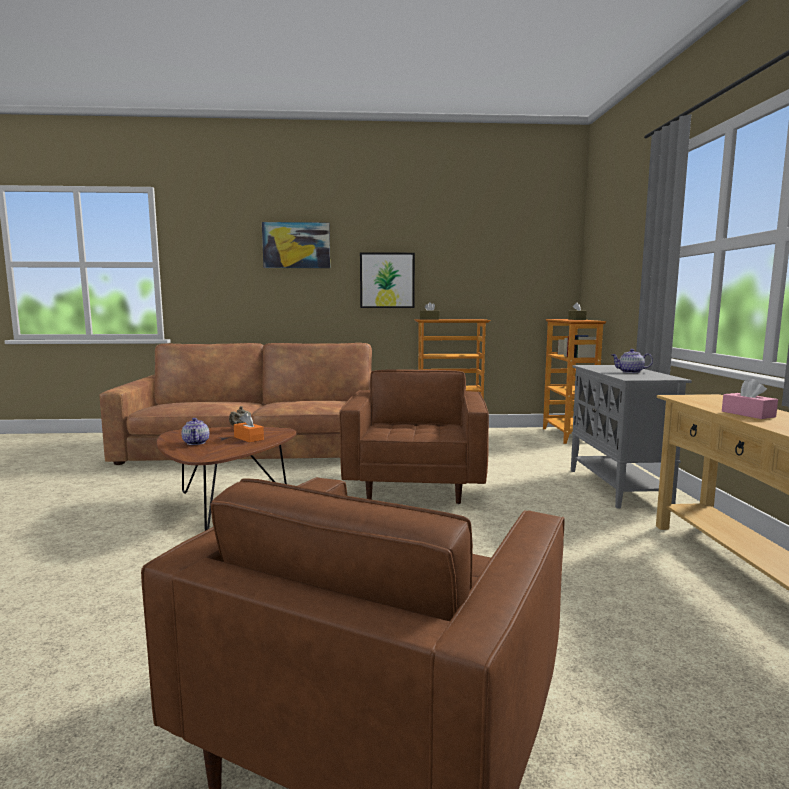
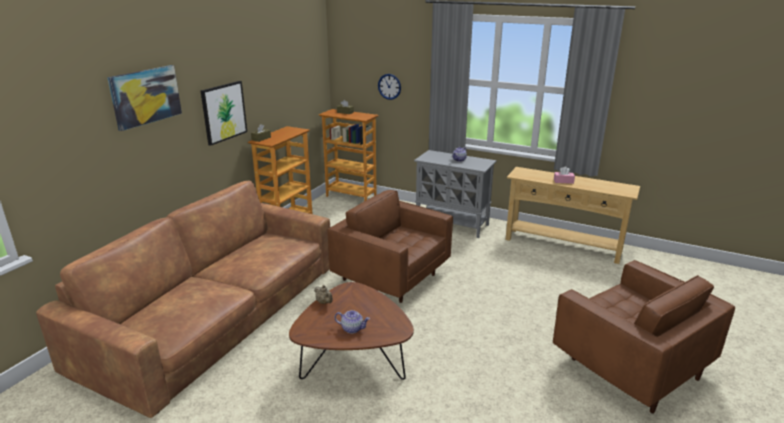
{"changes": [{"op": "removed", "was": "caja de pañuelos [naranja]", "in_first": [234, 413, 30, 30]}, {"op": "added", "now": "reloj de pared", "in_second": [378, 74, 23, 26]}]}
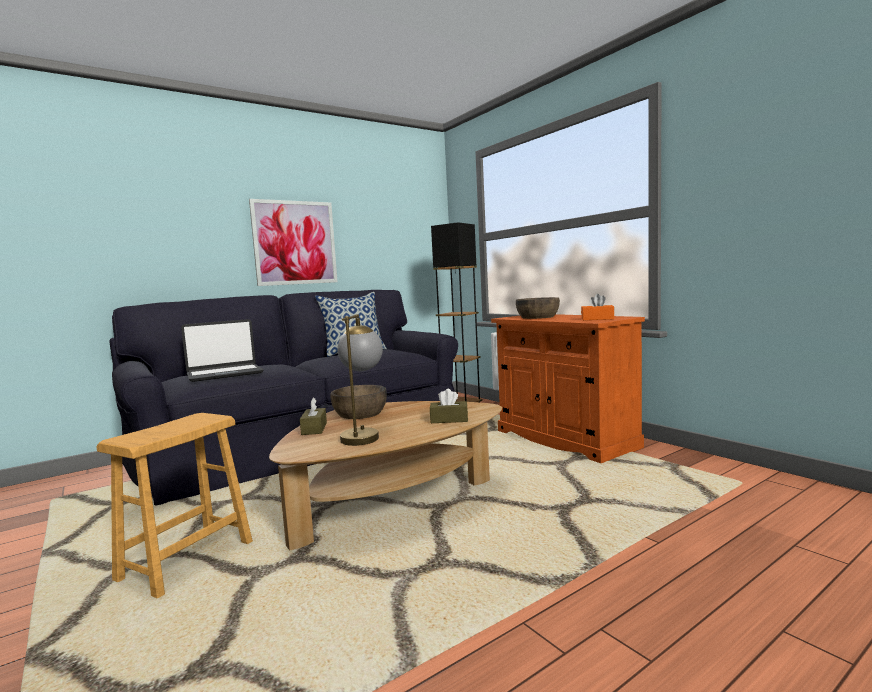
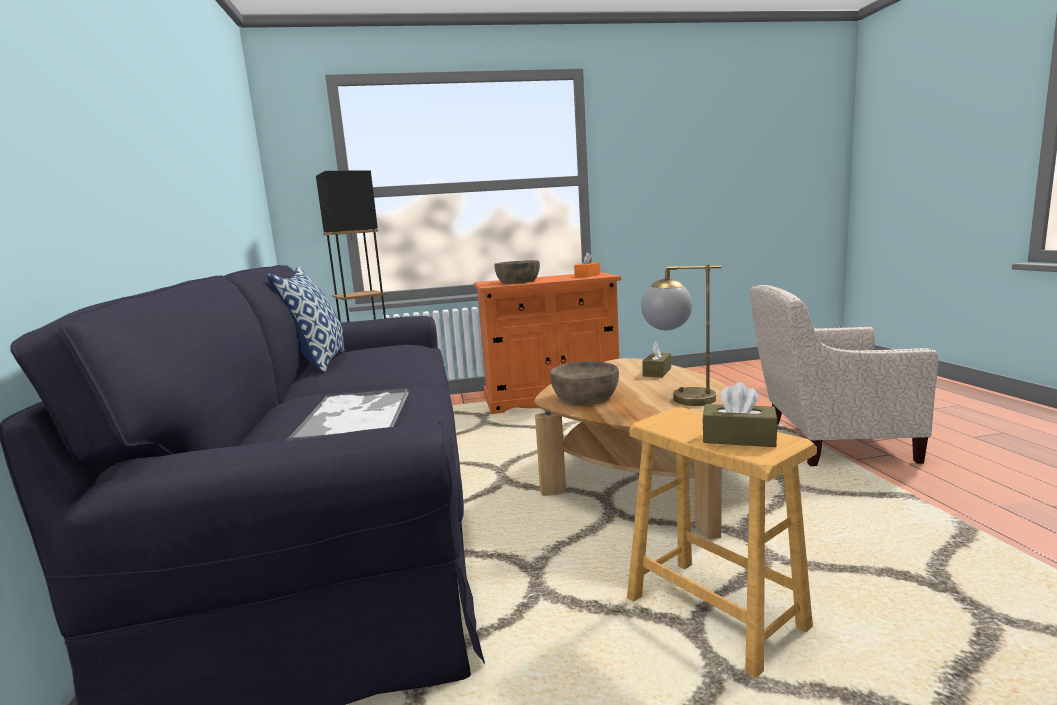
{"changes": [{"op": "removed", "was": "cuadro", "in_first": [249, 199, 89, 87]}, {"op": "added", "now": "sillón [beis]", "in_second": [750, 285, 188, 181]}, {"op": "moved", "was": "caja de pañuelos [marrón]", "in_first": [300, 397, 27, 38], "in_second": [702, 382, 76, 65]}, {"op": "replaced", "was": "portátil", "now": "bandeja", "in_first": [181, 319, 83, 63], "in_second": [286, 388, 123, 53]}]}
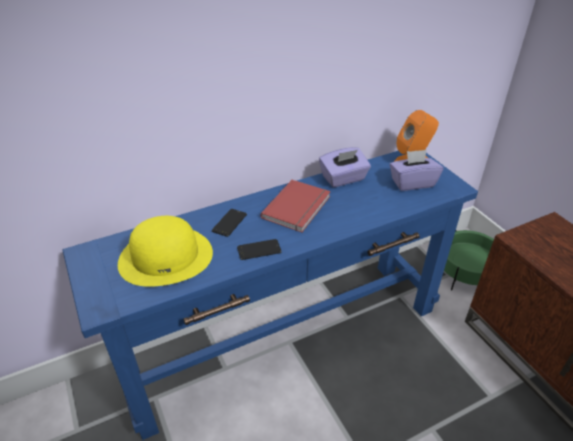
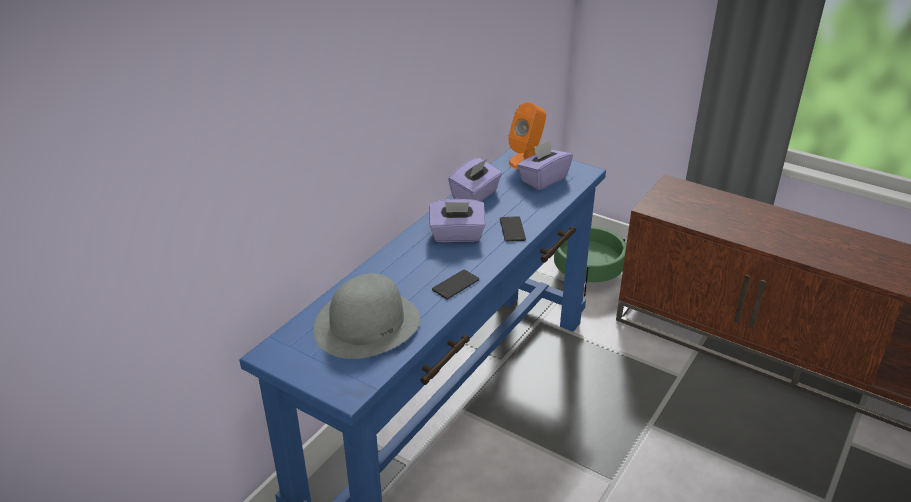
{"changes": [{"op": "moved", "was": "móvil", "in_first": [212, 209, 35, 28], "in_second": [500, 216, 26, 26]}, {"op": "replaced", "was": "libro [rojo]", "now": "caja de pañuelos [morado]", "in_first": [260, 180, 71, 52], "in_second": [429, 199, 56, 43]}, {"op": "recoloured", "was": "sombrero [amarillo]", "now": "sombrero [gris]", "in_first": [118, 216, 95, 71], "in_second": [313, 273, 107, 86]}]}
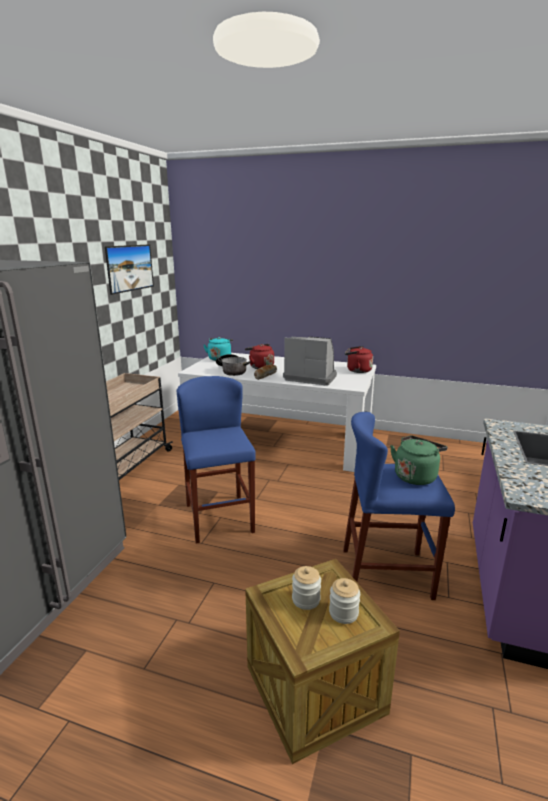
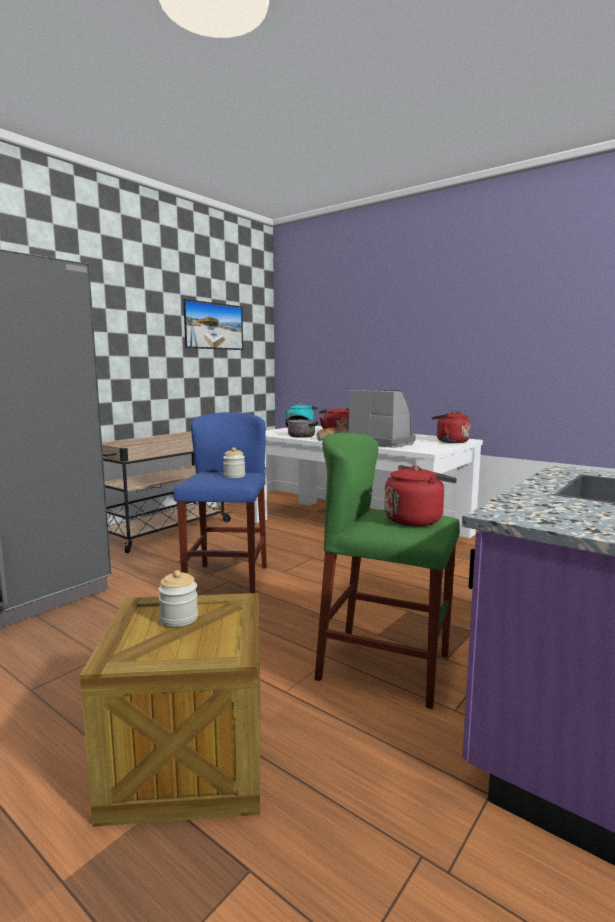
{"changes": [{"op": "moved", "was": "tarro", "in_first": [329, 578, 31, 46], "in_second": [223, 447, 22, 31]}, {"op": "recoloured", "was": "taburete [azul]", "now": "taburete [verde]", "in_first": [343, 412, 112, 188], "in_second": [314, 432, 146, 277]}, {"op": "recoloured", "was": "hervidor [verde]", "now": "hervidor [rojo]", "in_first": [390, 435, 57, 50], "in_second": [384, 465, 73, 61]}]}
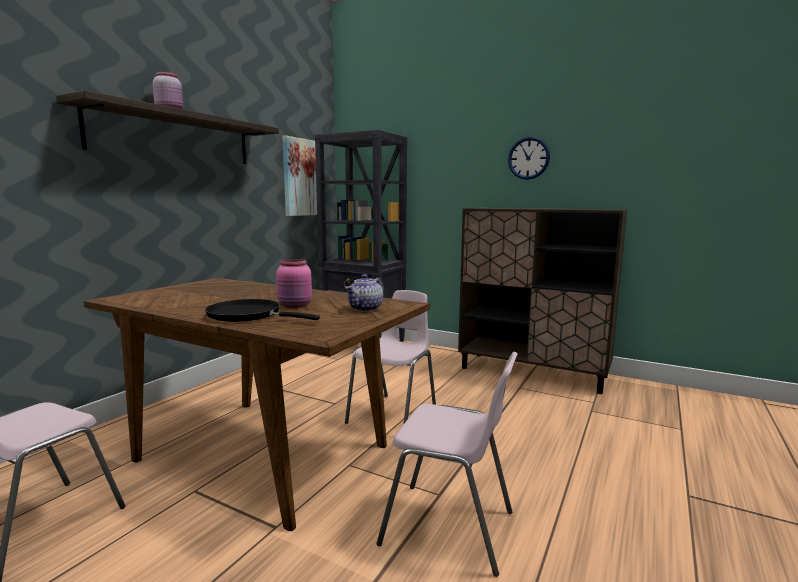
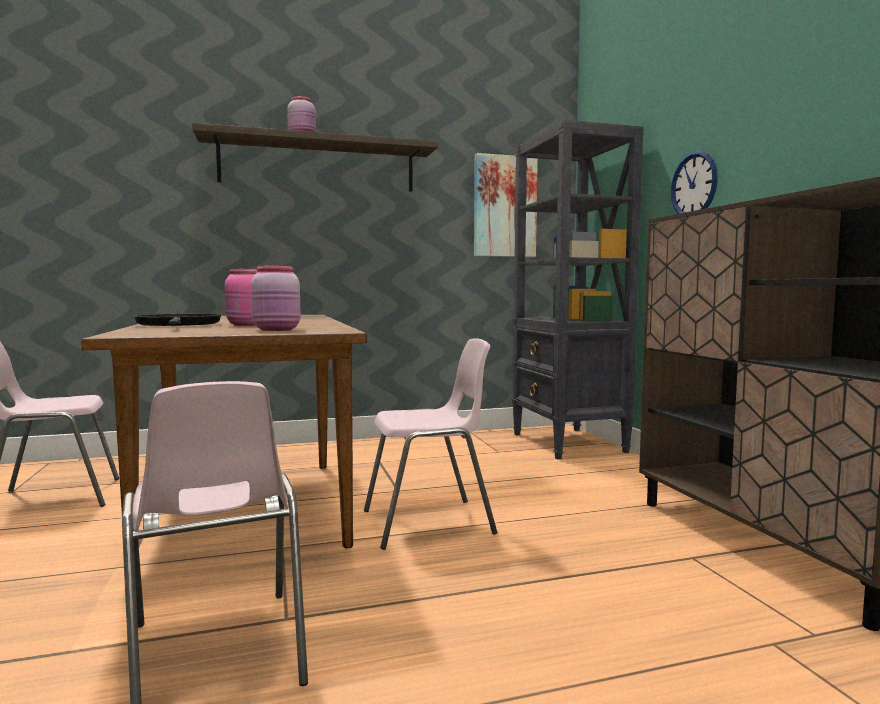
{"changes": [{"op": "moved", "was": "reloj de pared", "in_first": [508, 137, 42, 43], "in_second": [671, 151, 47, 63]}, {"op": "replaced", "was": "tetera", "now": "tarro [rosa]", "in_first": [345, 274, 39, 37], "in_second": [251, 266, 50, 65]}]}
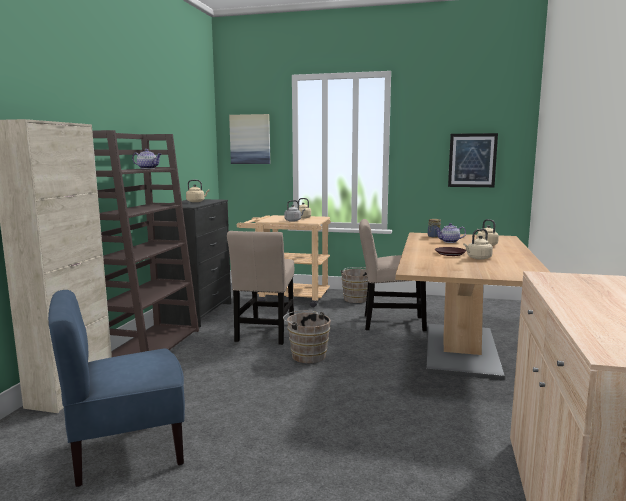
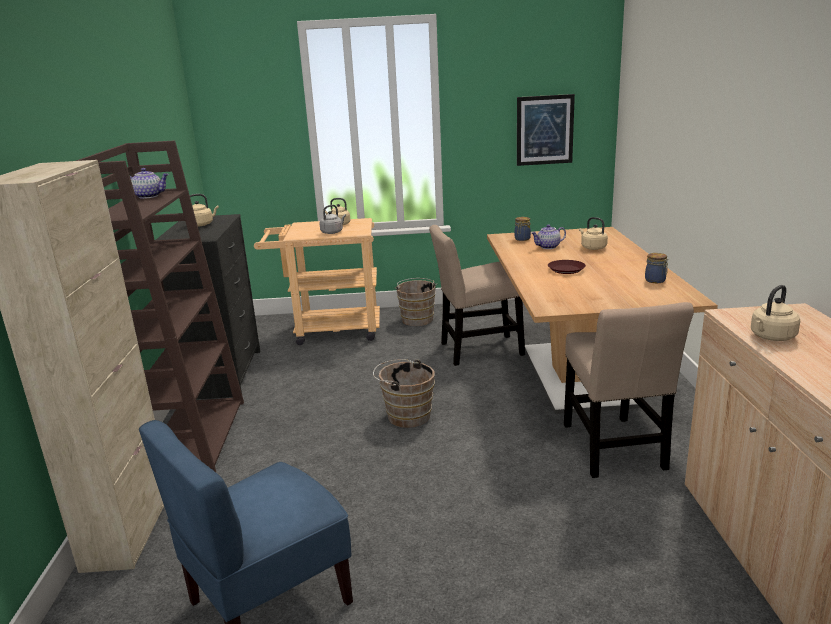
{"changes": [{"op": "removed", "was": "cuadro", "in_first": [229, 114, 41, 50]}, {"op": "added", "now": "tarro", "in_second": [645, 253, 23, 30]}, {"op": "moved", "was": "silla [beis]", "in_first": [227, 231, 67, 114], "in_second": [564, 302, 130, 176]}, {"op": "moved", "was": "hervidor [beis]", "in_first": [463, 229, 30, 31], "in_second": [751, 285, 49, 56]}]}
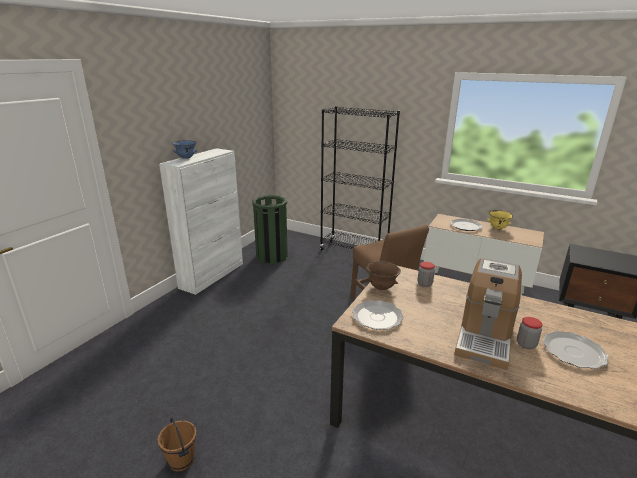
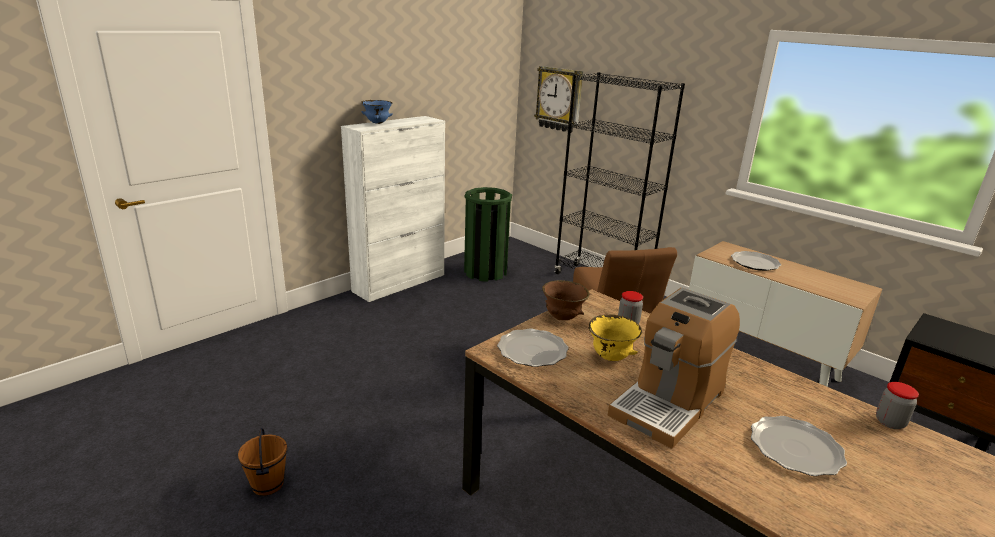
{"changes": [{"op": "added", "now": "reloj de pared", "in_second": [534, 66, 49, 67]}, {"op": "moved", "was": "cuenco [amarillo]", "in_first": [487, 210, 26, 19], "in_second": [589, 314, 53, 47]}, {"op": "moved", "was": "tarro", "in_first": [517, 317, 26, 32], "in_second": [876, 382, 43, 47]}]}
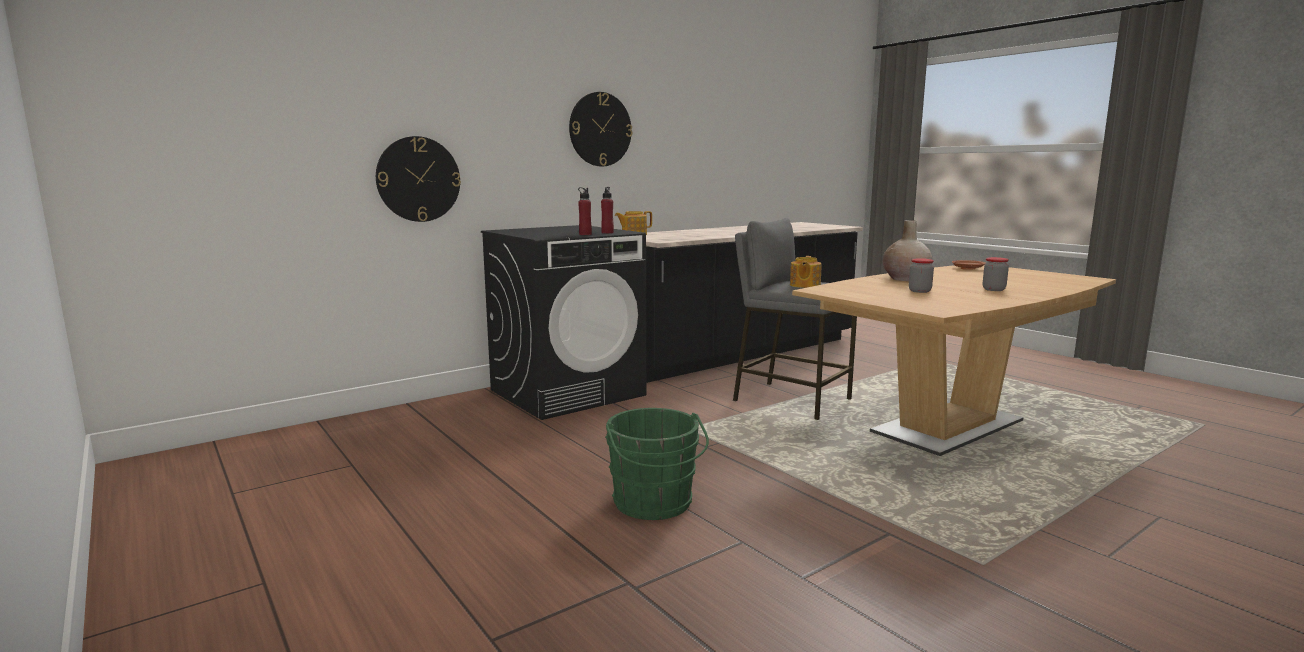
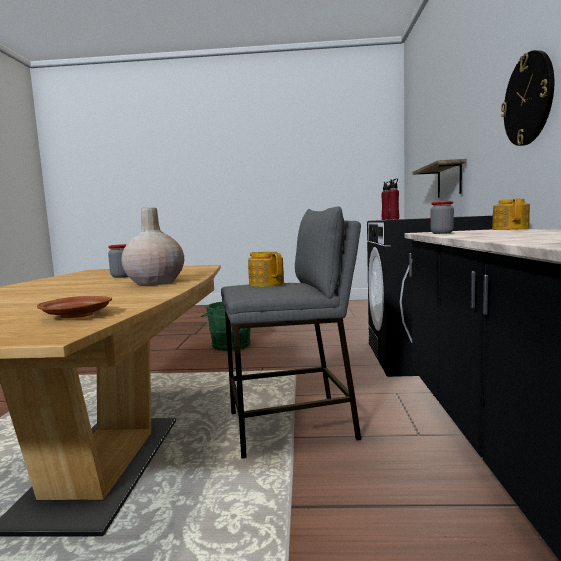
{"changes": [{"op": "moved", "was": "tarro", "in_first": [983, 257, 26, 34], "in_second": [430, 201, 24, 33]}, {"op": "replaced", "was": "reloj de pared", "now": "estante", "in_first": [376, 136, 85, 86], "in_second": [413, 159, 53, 39]}]}
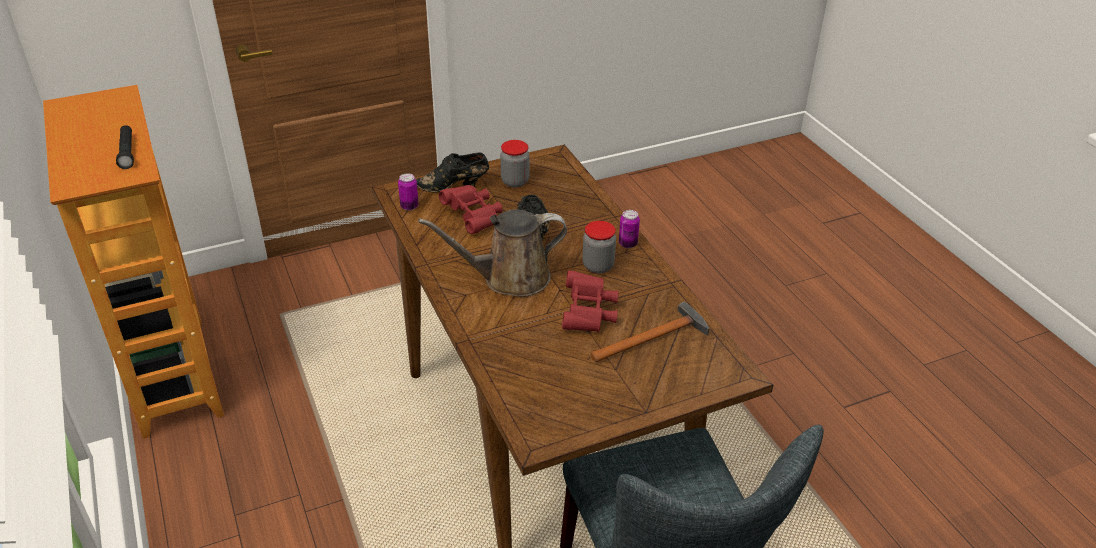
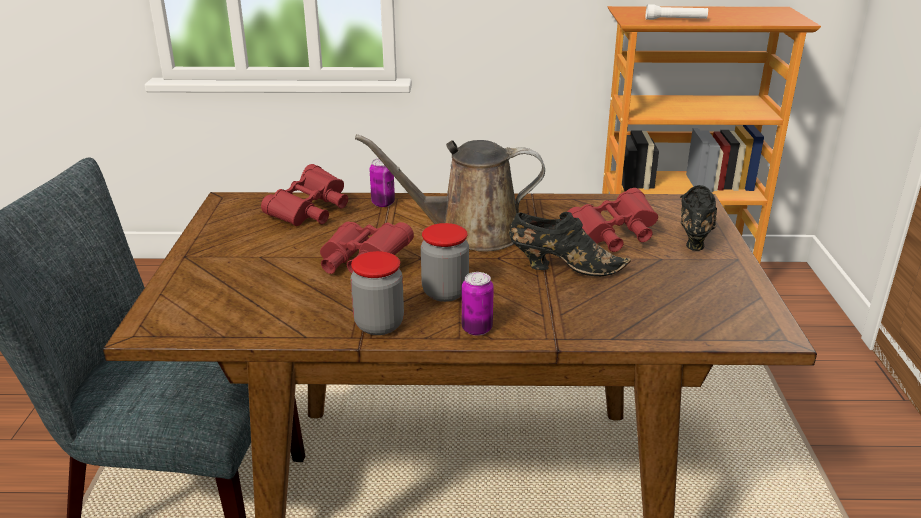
{"changes": [{"op": "removed", "was": "martillo", "in_first": [590, 302, 119, 60]}, {"op": "added", "now": "prismáticos [rojo]", "in_second": [261, 164, 87, 62]}, {"op": "moved", "was": "lata", "in_first": [398, 173, 21, 37], "in_second": [369, 158, 26, 49]}, {"op": "moved", "was": "tarro", "in_first": [500, 140, 29, 48], "in_second": [351, 251, 53, 84]}, {"op": "recoloured", "was": "linterna [negro]", "now": "linterna [blanco]", "in_first": [116, 125, 18, 44], "in_second": [646, 4, 62, 16]}, {"op": "turned", "was": "regadera [marrón]", "in_first": [418, 209, 149, 88], "in_second": [355, 134, 190, 118], "clockwise": -105}]}
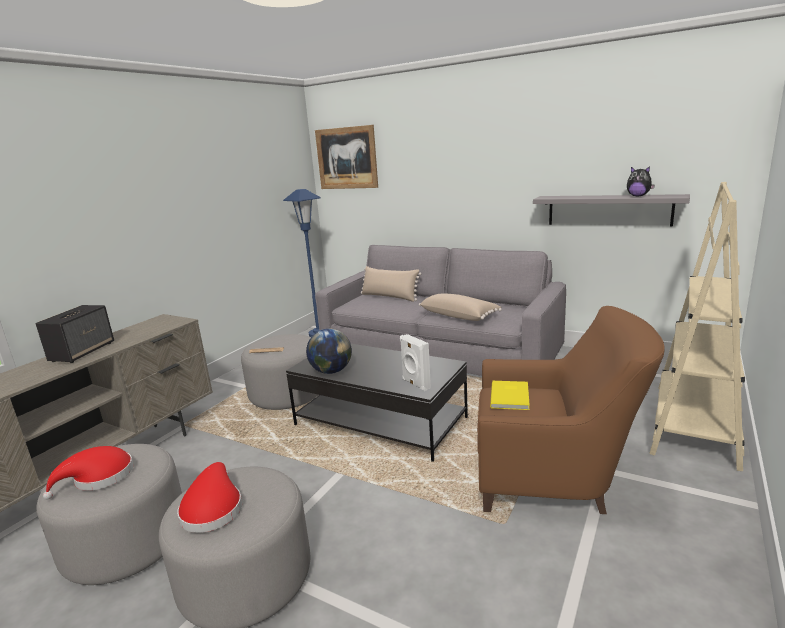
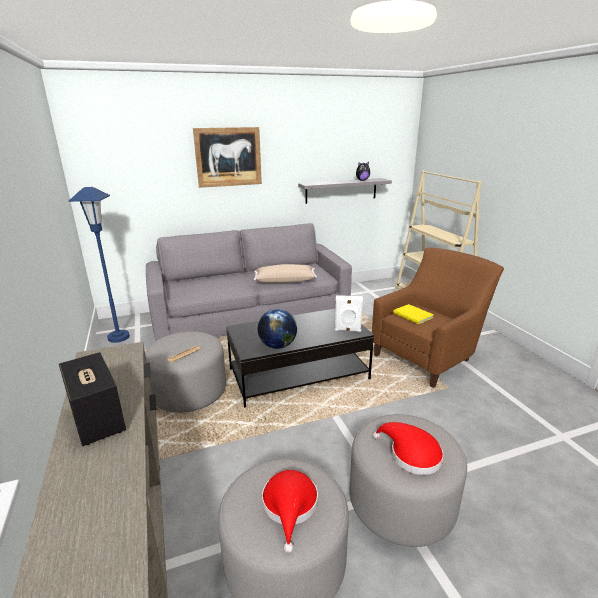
{"changes": [{"op": "removed", "was": "cojín [beis]", "in_first": [361, 266, 60, 36]}, {"op": "moved", "was": "cuadro", "in_first": [315, 125, 63, 64], "in_second": [193, 127, 69, 61]}]}
